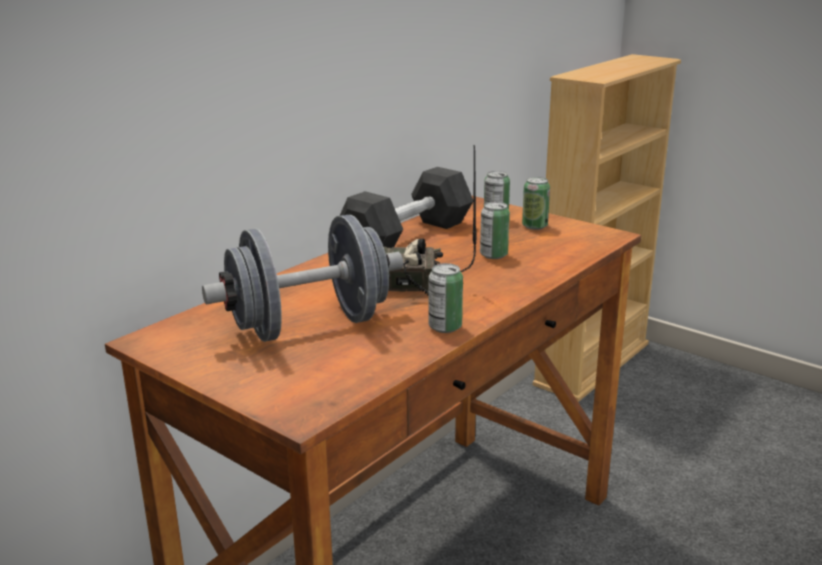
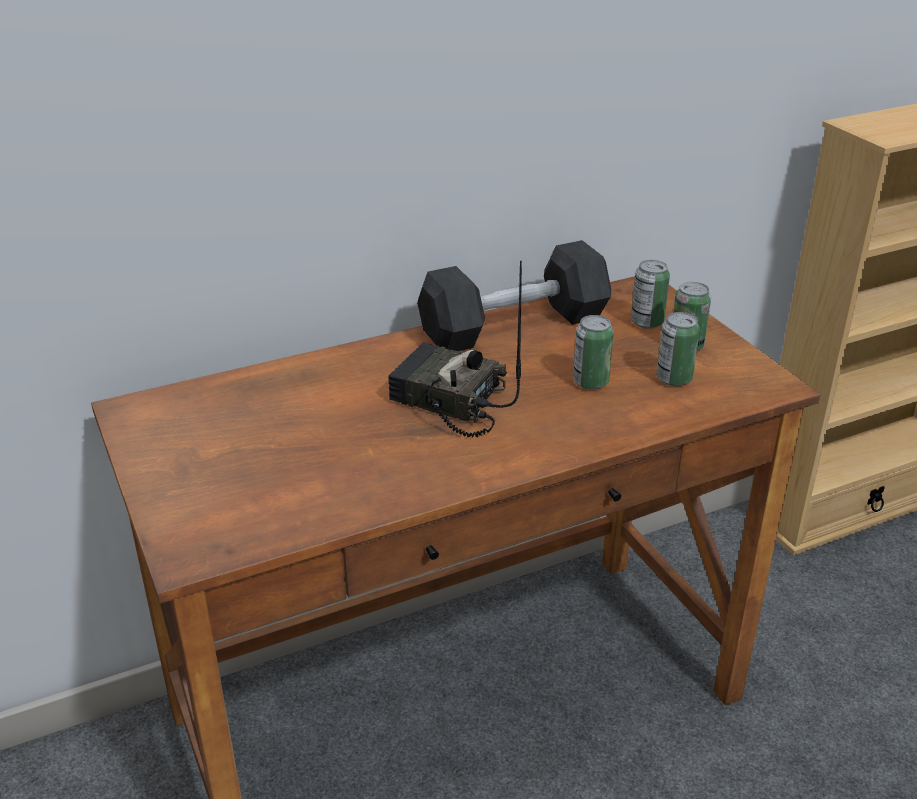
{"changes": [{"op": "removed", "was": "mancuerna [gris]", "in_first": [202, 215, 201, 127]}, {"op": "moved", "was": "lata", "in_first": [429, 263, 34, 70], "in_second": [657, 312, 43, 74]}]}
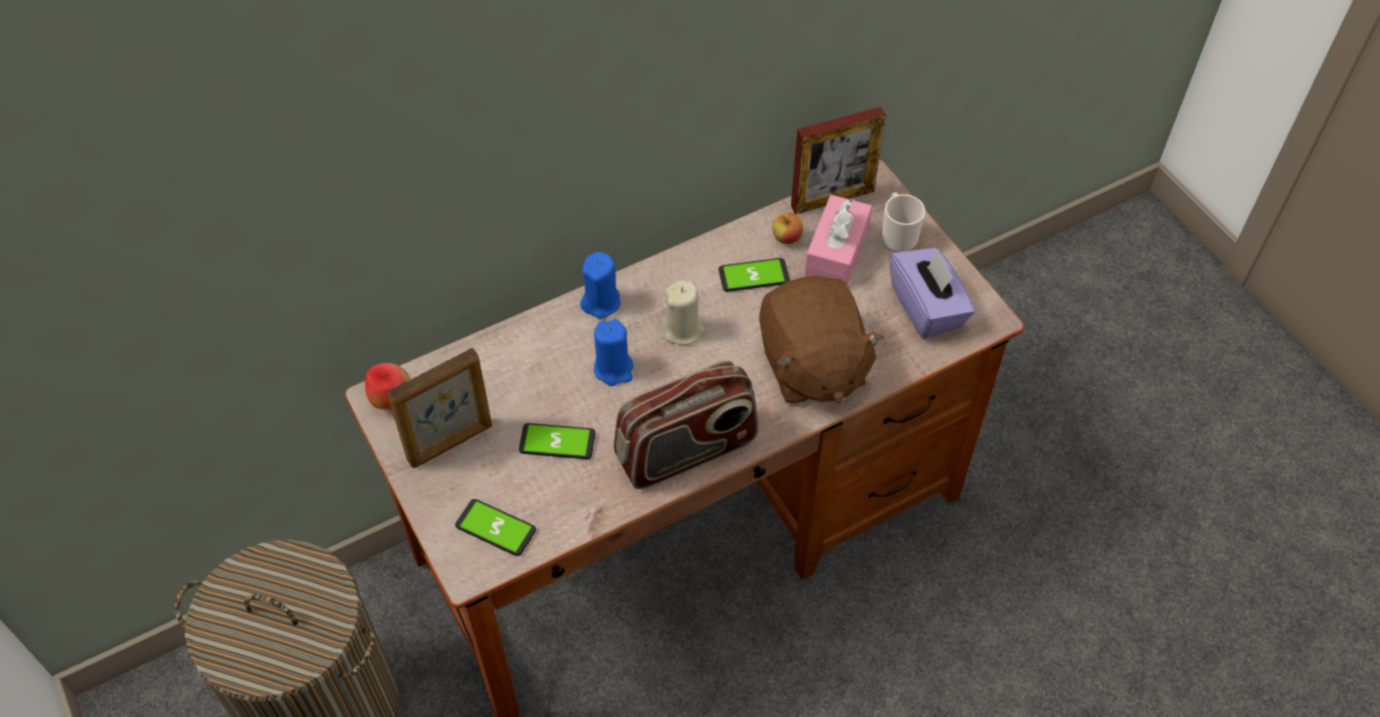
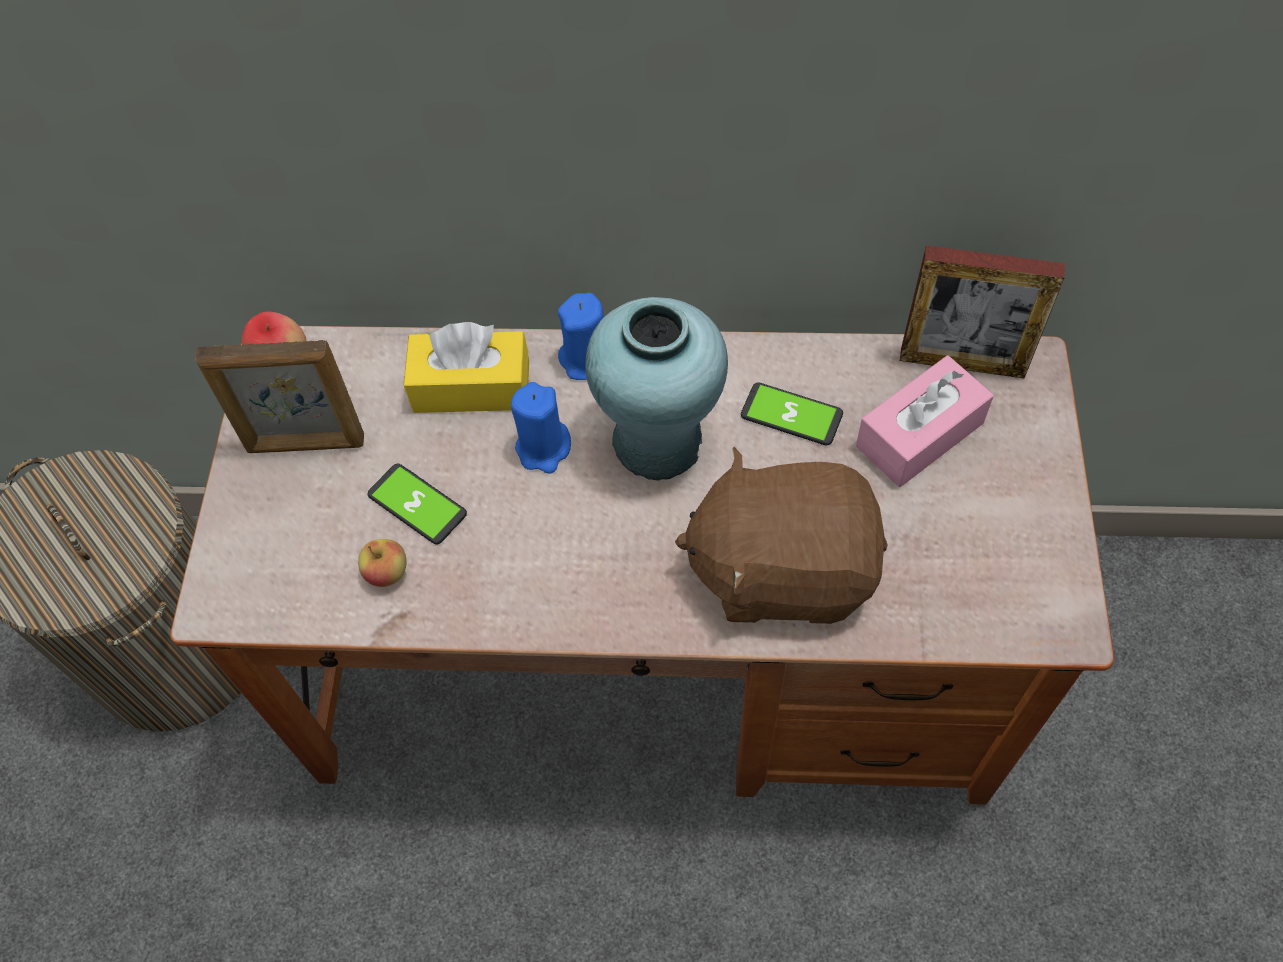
{"changes": [{"op": "removed", "was": "móvil", "in_first": [455, 499, 81, 57]}, {"op": "removed", "was": "radio", "in_first": [614, 361, 145, 128]}, {"op": "removed", "was": "taza grande", "in_first": [882, 193, 43, 60]}, {"op": "removed", "was": "caja de pañuelos [morado]", "in_first": [890, 248, 85, 91]}, {"op": "added", "now": "caja de pañuelos [amarillo]", "in_second": [403, 322, 126, 91]}, {"op": "moved", "was": "manzana", "in_first": [772, 212, 32, 32], "in_second": [358, 539, 49, 48]}, {"op": "replaced", "was": "vela [beis]", "now": "florero [turquesa]", "in_first": [662, 280, 42, 65], "in_second": [585, 297, 143, 184]}, {"op": "turned", "was": "peluche [marrón]", "in_first": [759, 275, 125, 128], "in_second": [675, 447, 212, 177], "clockwise": 75}]}
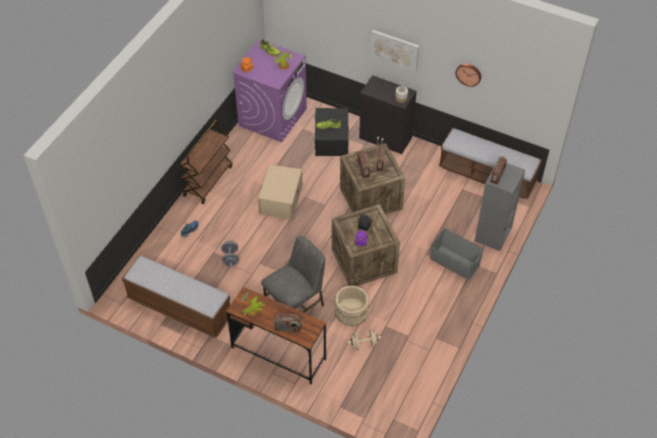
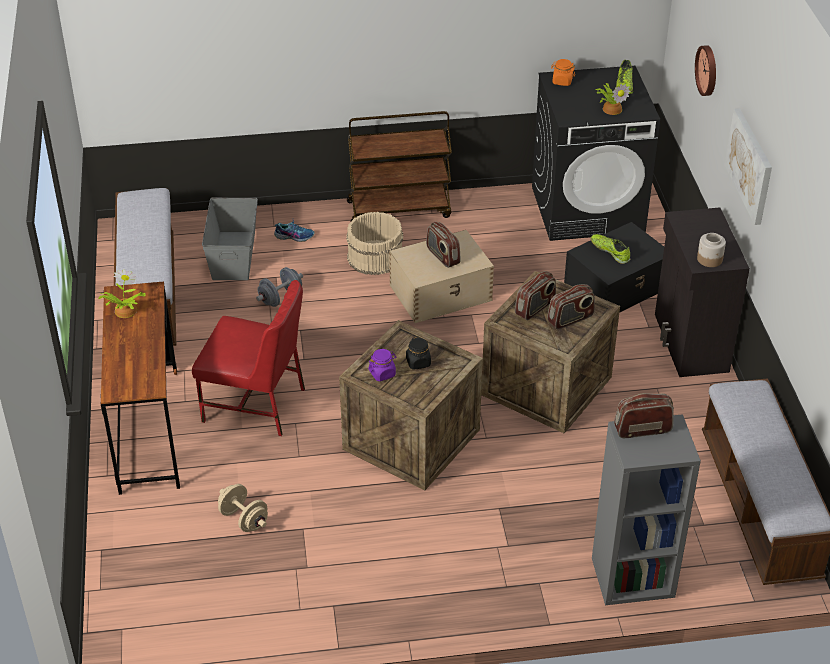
{"changes": [{"op": "moved", "was": "radio", "in_first": [274, 314, 28, 18], "in_second": [426, 221, 34, 47]}, {"op": "moved", "was": "cubo [beis]", "in_first": [335, 285, 34, 41], "in_second": [346, 212, 57, 63]}, {"op": "moved", "was": "caja de almacenaje [gris]", "in_first": [430, 228, 54, 52], "in_second": [202, 198, 56, 82]}, {"op": "moved", "was": "reloj de pared", "in_first": [455, 64, 26, 23], "in_second": [695, 45, 21, 51]}, {"op": "recoloured", "was": "lavadora [morado]", "now": "lavadora [negro]", "in_first": [232, 39, 75, 103], "in_second": [532, 66, 128, 175]}, {"op": "recoloured", "was": "silla [gris]", "now": "silla [rojo]", "in_first": [261, 236, 64, 77], "in_second": [192, 280, 113, 156]}]}
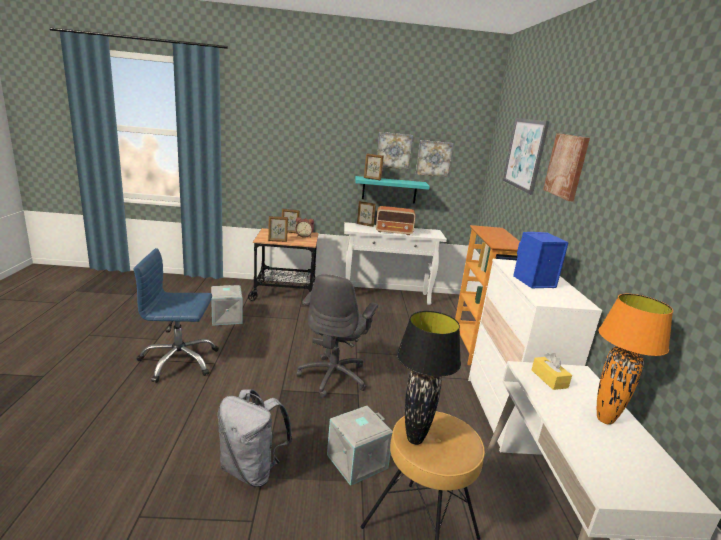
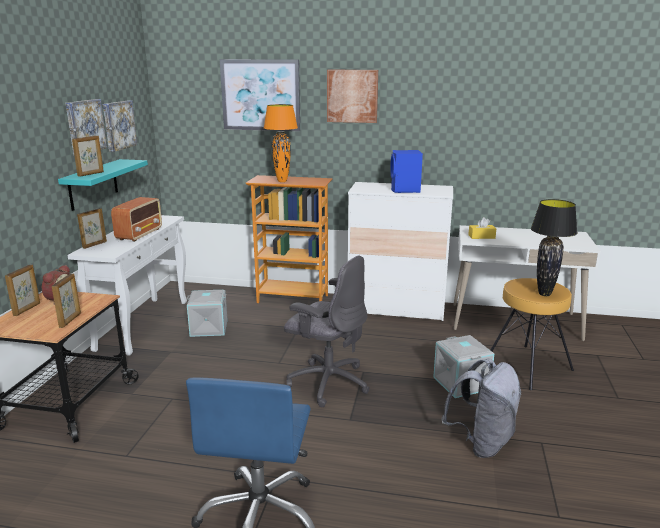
{"changes": [{"op": "moved", "was": "caja de almacenaje [gris]", "in_first": [211, 285, 32, 41], "in_second": [187, 290, 41, 47]}, {"op": "moved", "was": "lámpara de mesa [naranja]", "in_first": [597, 294, 76, 131], "in_second": [264, 104, 34, 78]}]}
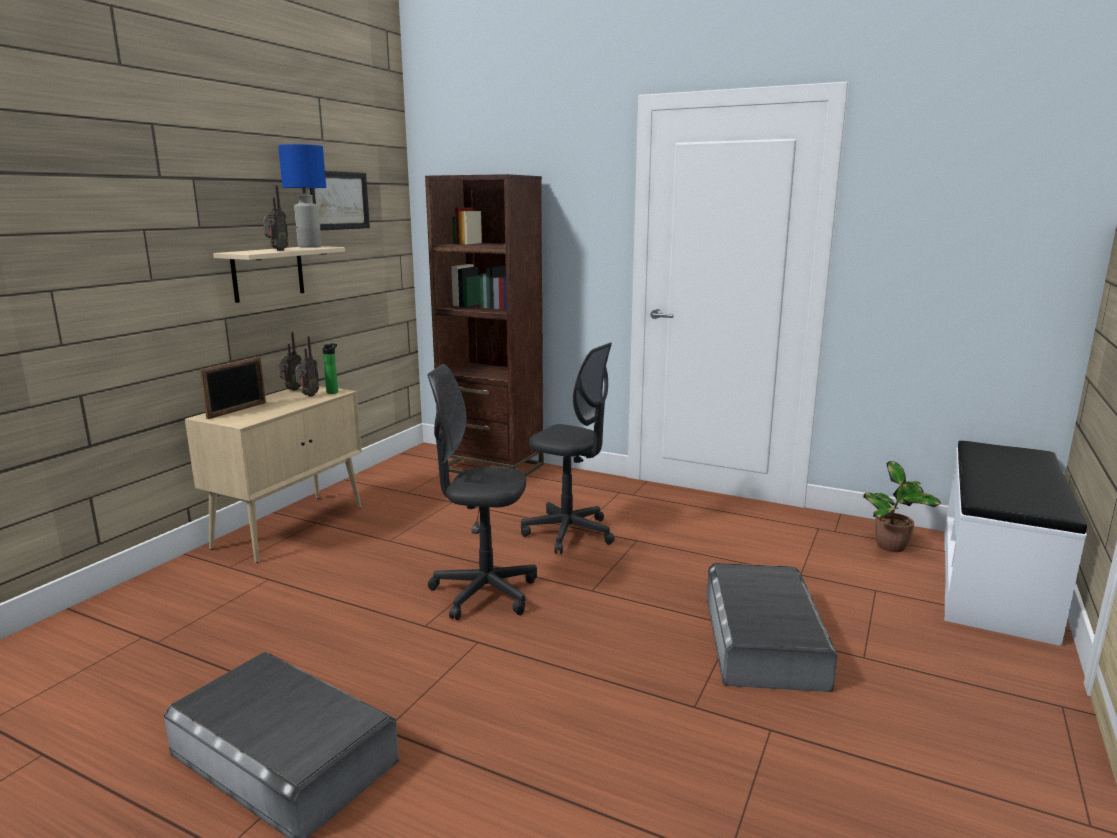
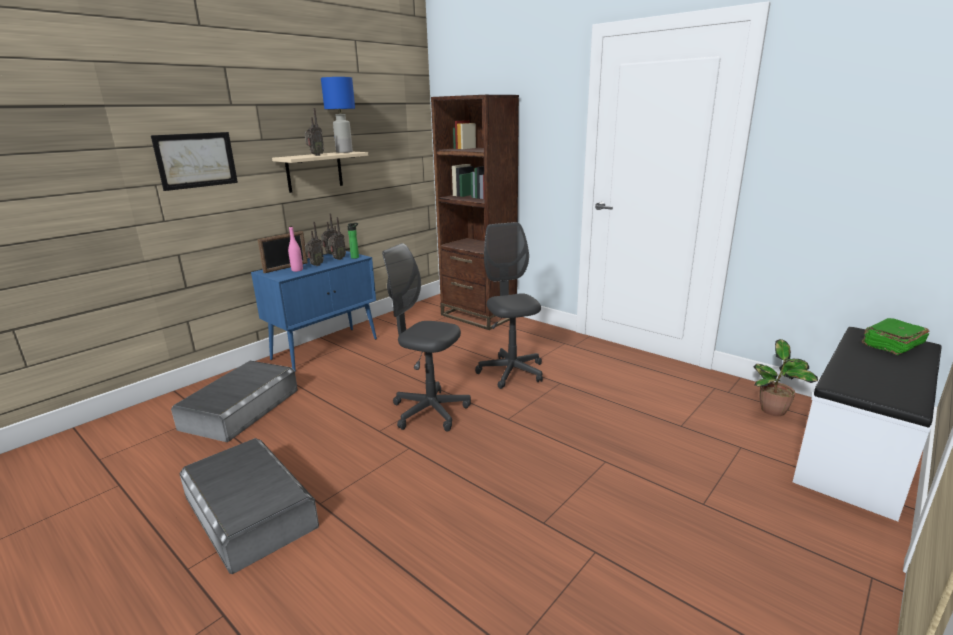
{"changes": [{"op": "added", "now": "botella [rosa]", "in_second": [288, 226, 15, 46]}, {"op": "added", "now": "radio", "in_second": [305, 222, 19, 44]}, {"op": "added", "now": "libro [verde]", "in_second": [862, 318, 68, 37]}, {"op": "moved", "was": "cuadro", "in_first": [310, 171, 60, 60], "in_second": [151, 132, 87, 59]}, {"op": "moved", "was": "caja de almacenaje [gris]", "in_first": [707, 563, 130, 129], "in_second": [171, 360, 127, 82]}, {"op": "recoloured", "was": "armario [beis]", "now": "armario [azul]", "in_first": [185, 386, 177, 177], "in_second": [251, 251, 126, 121]}, {"op": "turned", "was": "silla de oficina [gris]", "in_first": [521, 343, 94, 211], "in_second": [475, 222, 68, 167], "clockwise": -150}]}
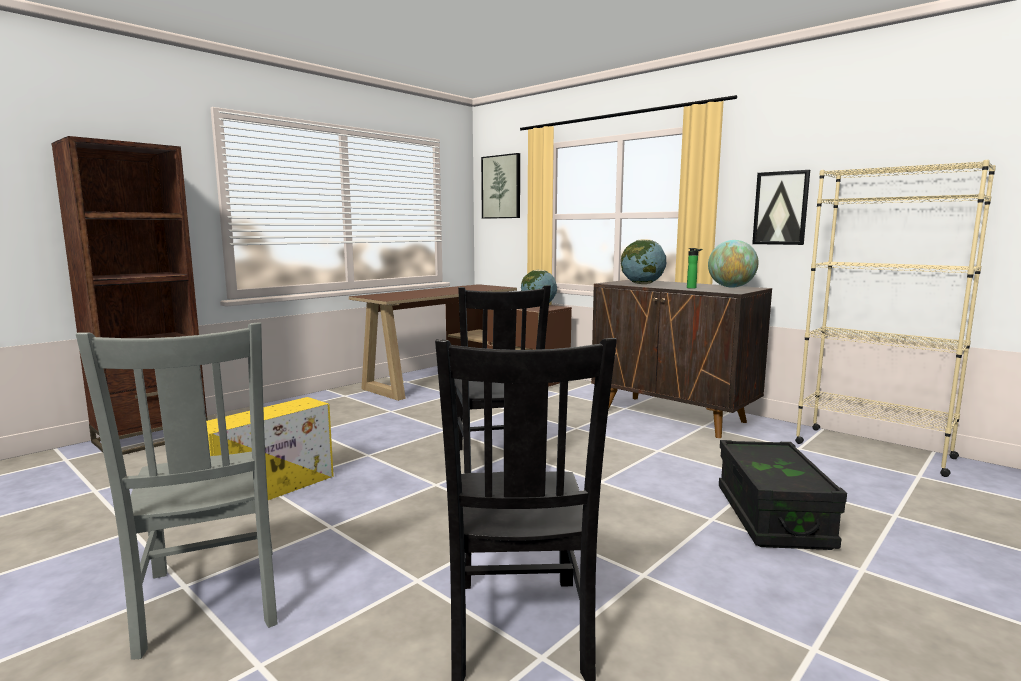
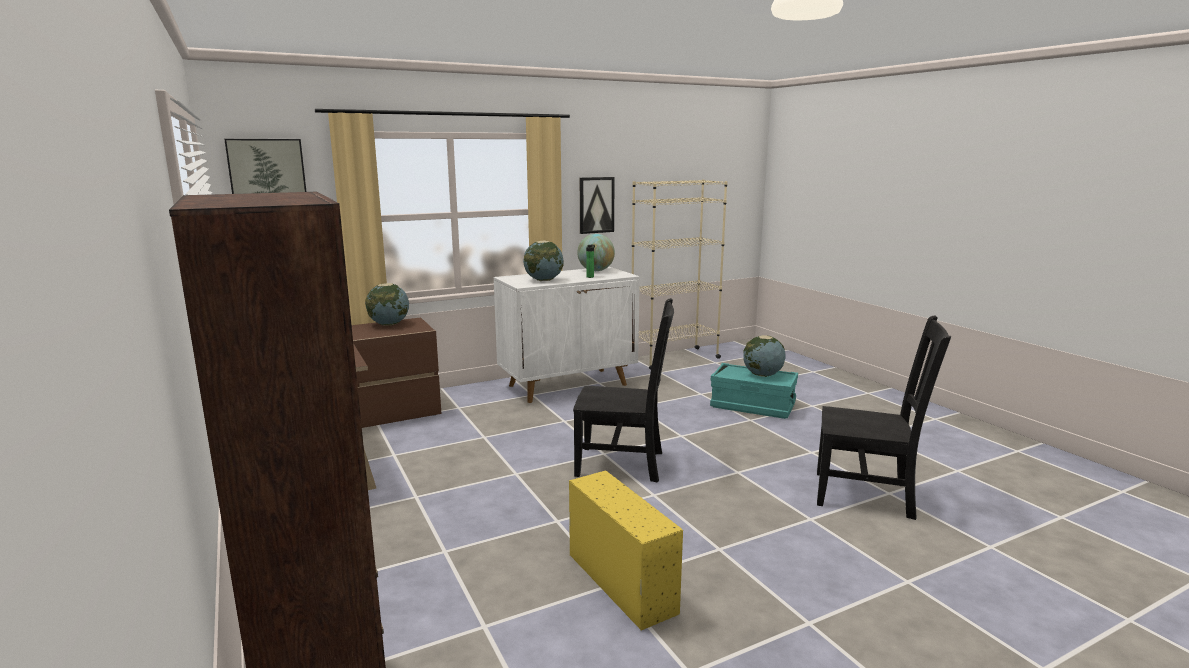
{"changes": [{"op": "removed", "was": "silla [gris]", "in_first": [76, 322, 202, 338]}, {"op": "added", "now": "globo terráqueo", "in_second": [743, 335, 43, 42]}, {"op": "recoloured", "was": "armario [marrón]", "now": "armario [blanco]", "in_first": [591, 280, 181, 158], "in_second": [494, 267, 146, 136]}, {"op": "recoloured", "was": "caja de almacenaje [negro]", "now": "caja de almacenaje [turquesa]", "in_first": [719, 440, 128, 110], "in_second": [710, 363, 88, 56]}]}
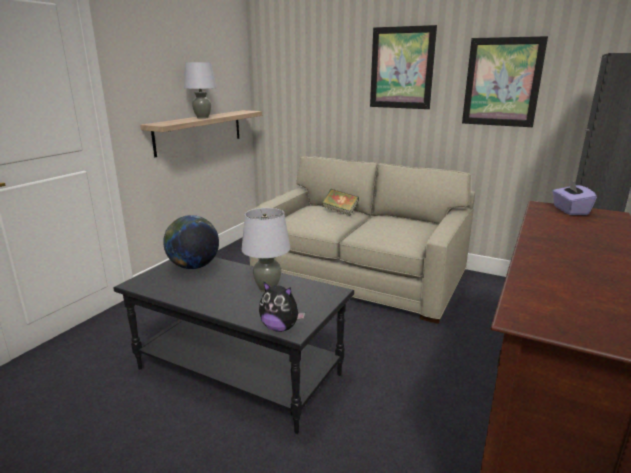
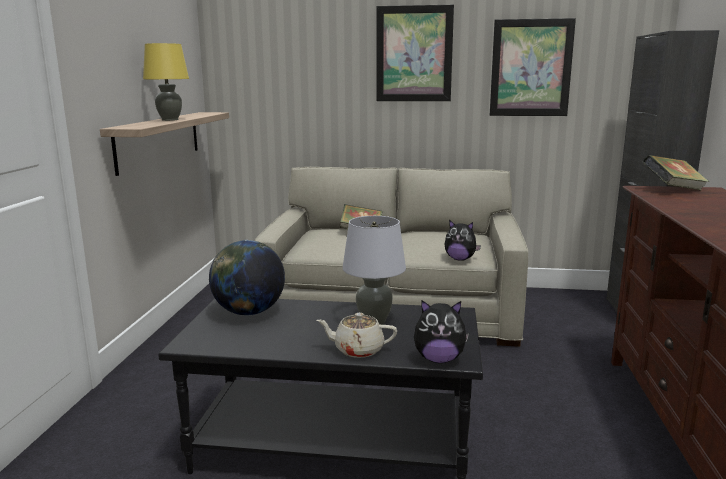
{"changes": [{"op": "added", "now": "tetera [beis]", "in_second": [317, 313, 80, 45]}, {"op": "added", "now": "peluche", "in_second": [444, 220, 37, 41]}, {"op": "replaced", "was": "caja de pañuelos [morado]", "now": "libro", "in_first": [552, 178, 45, 37], "in_second": [643, 155, 66, 35]}, {"op": "recoloured", "was": "lámpara de mesa [gris]", "now": "lámpara de mesa [amarillo]", "in_first": [184, 62, 32, 57], "in_second": [143, 43, 46, 78]}]}
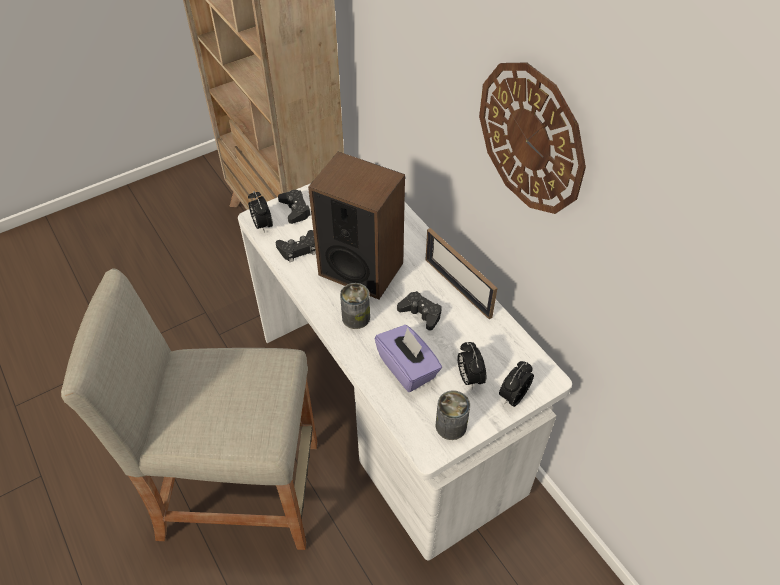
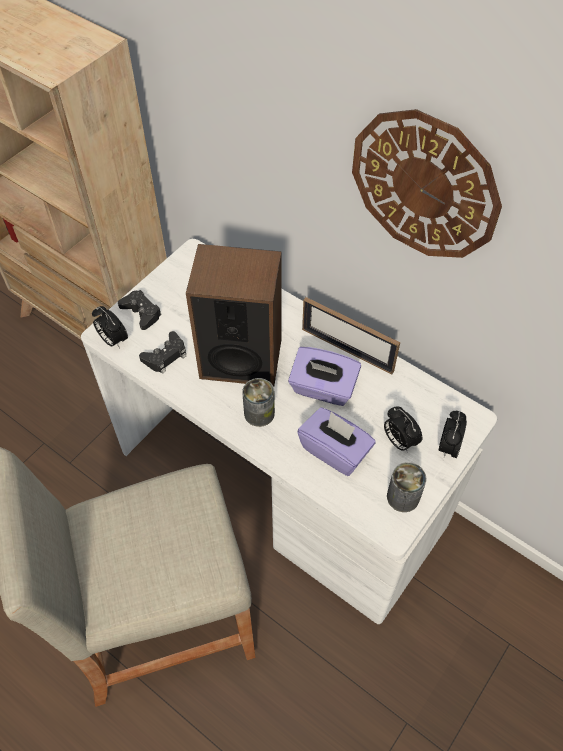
{"changes": [{"op": "replaced", "was": "mando de consola [negro]", "now": "caja de pañuelos [morado]", "in_first": [397, 291, 45, 39], "in_second": [288, 347, 73, 59]}]}
